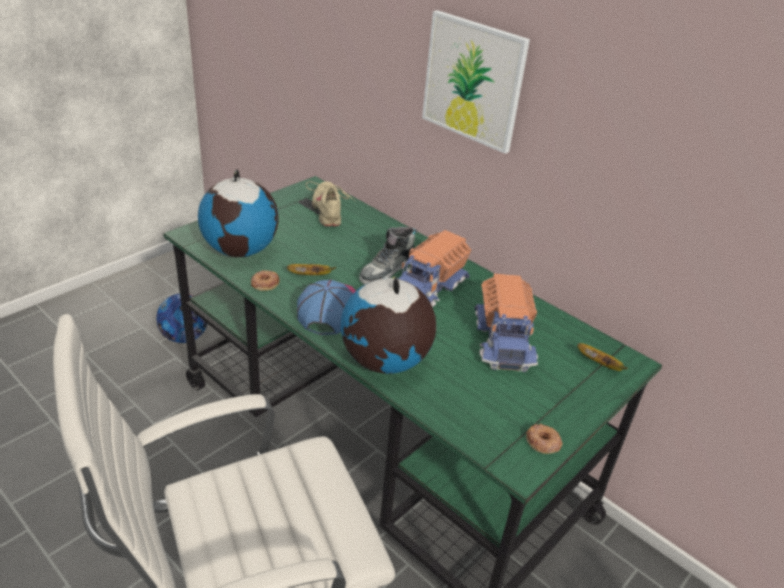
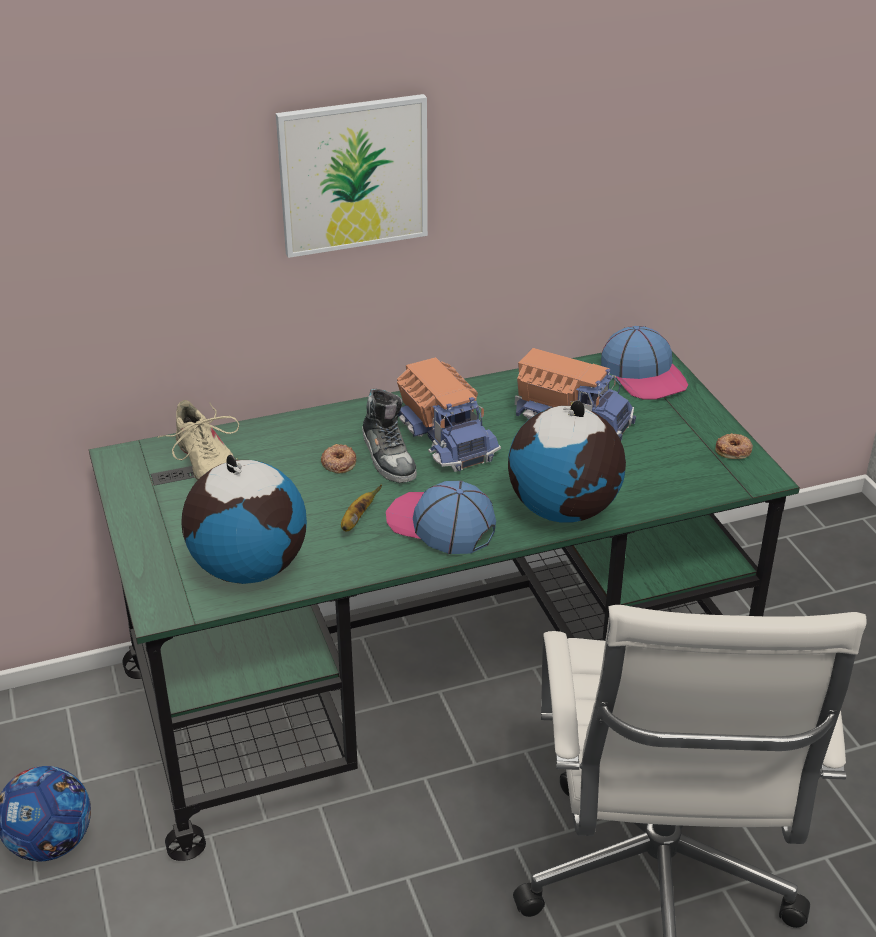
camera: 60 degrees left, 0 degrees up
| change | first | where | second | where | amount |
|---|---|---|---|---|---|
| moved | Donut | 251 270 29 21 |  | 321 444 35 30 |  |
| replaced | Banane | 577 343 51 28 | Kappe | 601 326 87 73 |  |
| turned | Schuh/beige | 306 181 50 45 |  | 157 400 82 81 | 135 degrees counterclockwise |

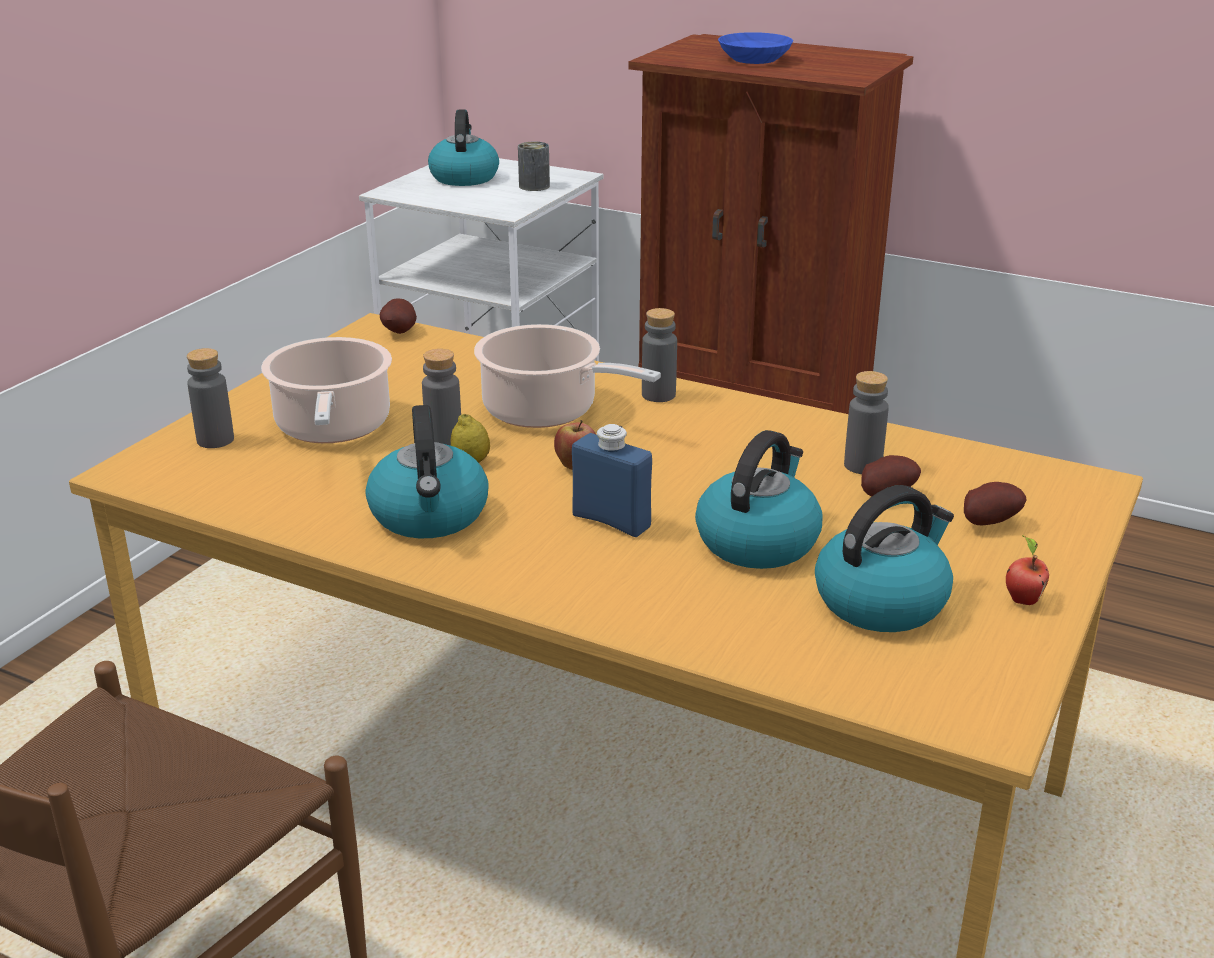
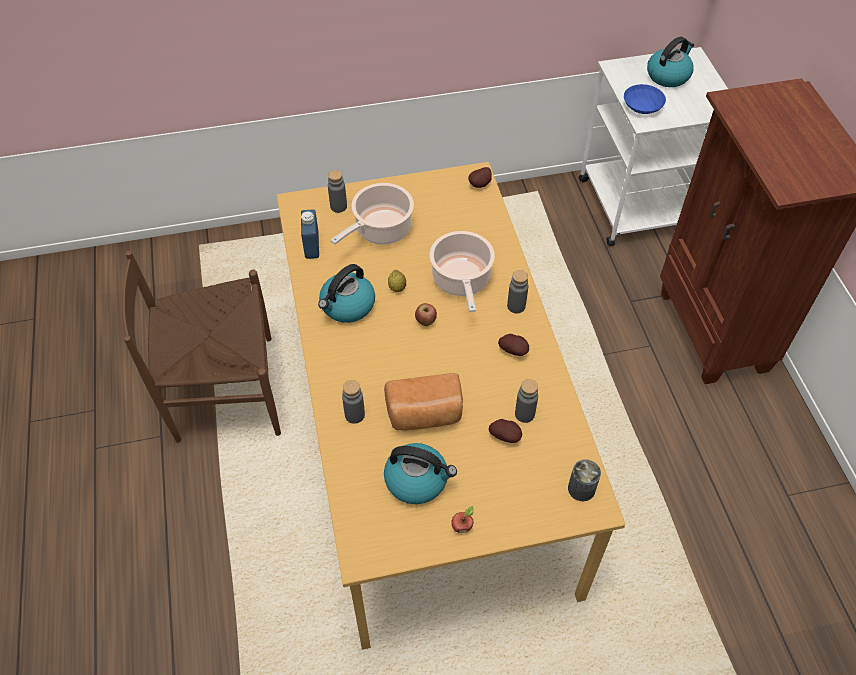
camera: 50 degrees right, 25 degrees up
| change | first | where | second | where | amount |
|---|---|---|---|---|---|
| moved | Flasche/grau | 422 349 39 97 |  | 342 380 23 44 |  |
| moved | Dose | 518 142 32 49 |  | 568 459 33 42 |  |
| moved | Flasche/blau | 572 424 80 113 |  | 301 209 18 50 |  |
| moved | Schüssel/blau | 718 32 75 32 |  | 624 84 42 30 |  |
| moved | Kartoffel | 964 482 62 44 |  | 498 334 31 22 |  |
| replaced | Wasserkessel | 695 430 127 139 | Brot | 384 373 79 57 |  |

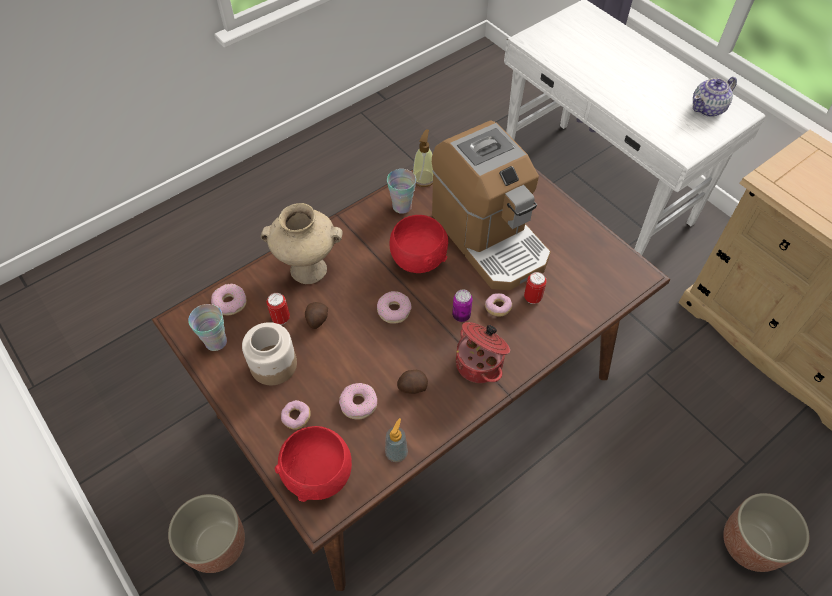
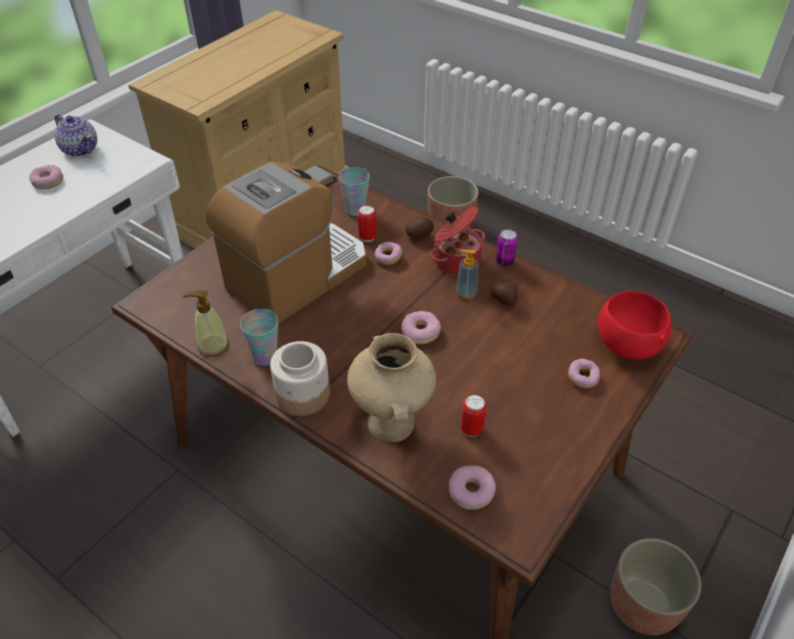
camera: 105 degrees left, 10 degrees down
| change | first | where | second | where | amount |
|---|---|---|---|---|---|
| removed | Schüssel/rot | 390 215 58 58 |  |  |  |
| moved | Tasse | 188 304 39 47 |  | 339 167 31 49 |  |
| moved | Vorratsglas | 242 322 55 63 |  | 270 341 60 75 |  |
| moved | Kartoffel | 305 302 23 27 |  | 406 216 28 22 |  |
| moved | Donut | 339 383 38 37 |  | 29 165 34 24 |  |
| moved | Seifenspender | 385 418 23 44 |  | 456 249 23 50 |  |
| moved | Dose | 452 289 21 33 |  | 496 229 22 38 |  |

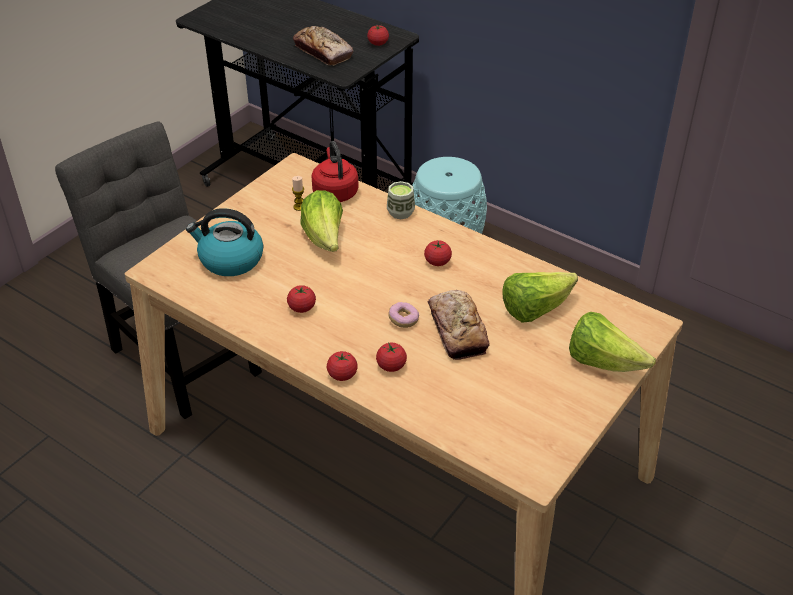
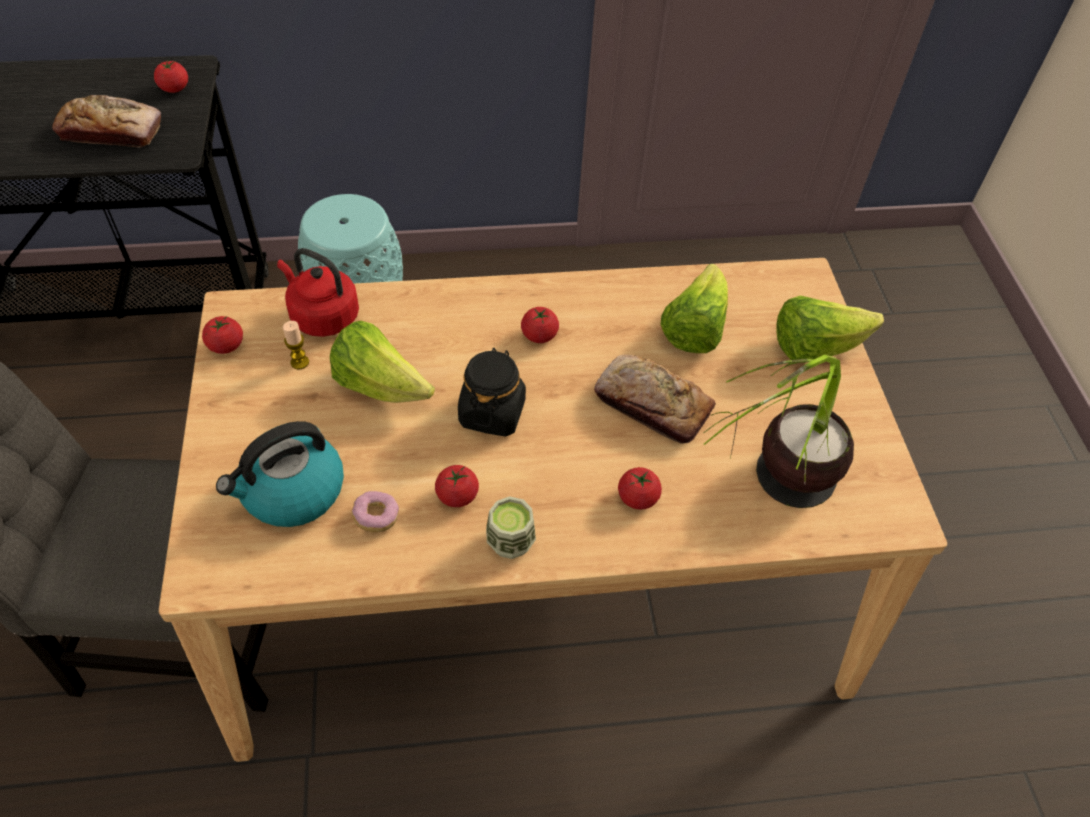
camera: 45 degrees left, 10 degrees up
| change | first | where | second | where | amount |
|---|---|---|---|---|---|
| added |  |  | Vorratsglas/schwarz | 458 348 68 89 |  |
| added |  |  | Topfpflanze | 704 355 150 153 |  |
| moved | Tomate | 327 351 31 30 |  | 202 316 41 38 |  |
| moved | Tasse | 387 181 28 39 |  | 486 496 50 63 |  |
| moved | Donut | 388 302 31 26 |  | 352 491 47 42 |  |

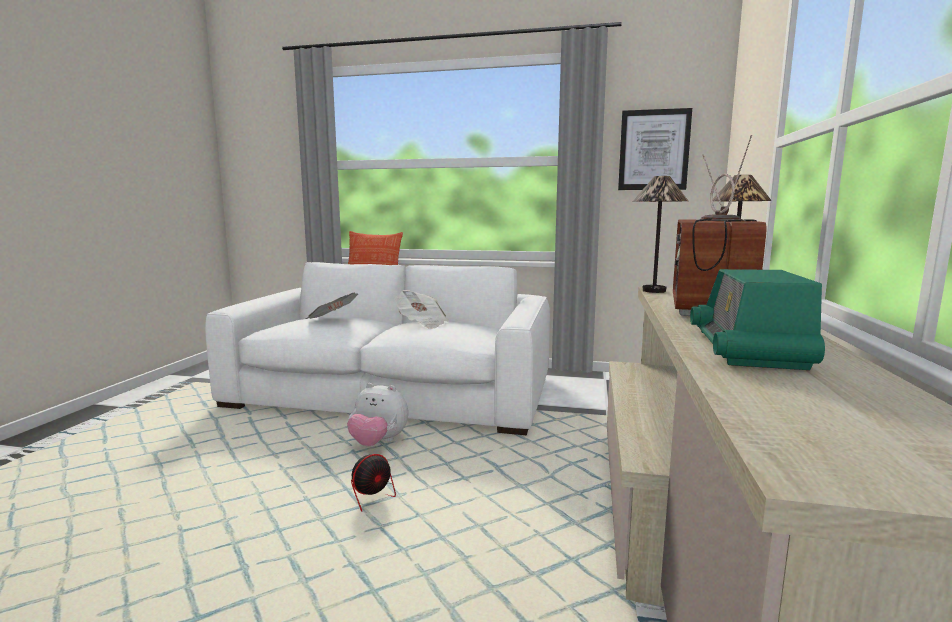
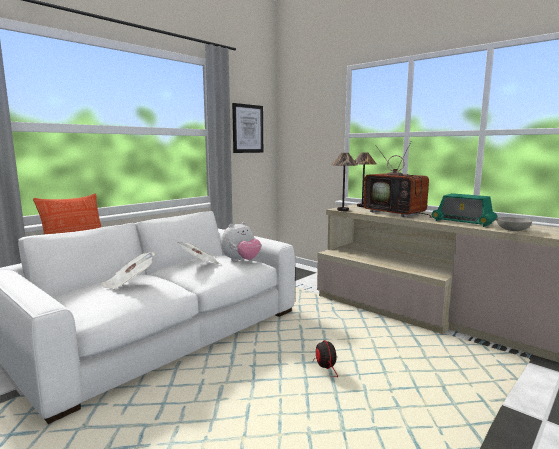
camera: 60 degrees left, 0 degrees up
| change | first | where | second | where | amount |
|---|---|---|---|---|---|
| added |  |  | Schüssel/grau | 496 217 36 14 |  |
| moved | Plüschtier | 347 383 61 63 |  | 221 222 40 39 |  |

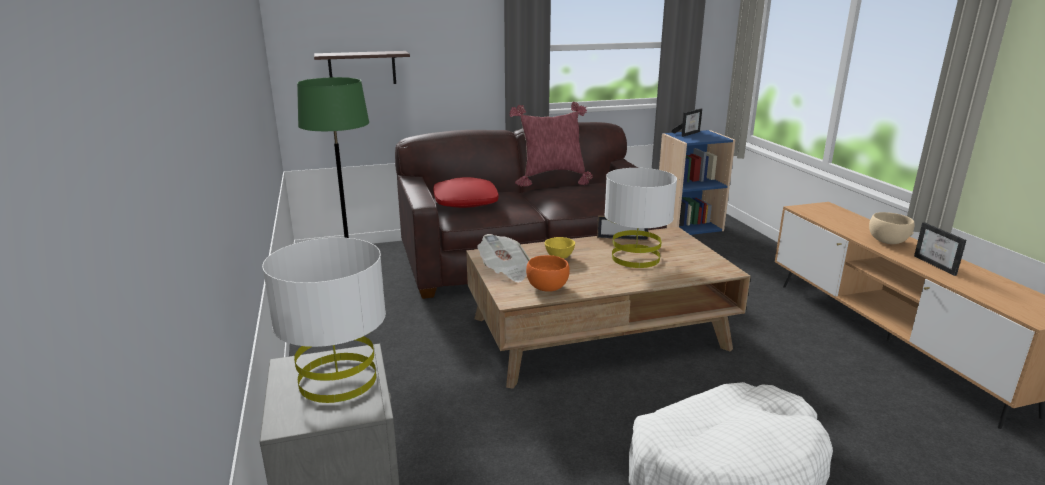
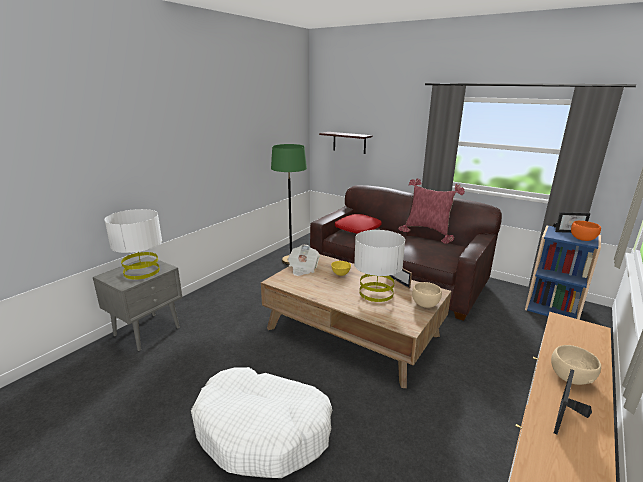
camera: 50 degrees right, 0 degrees up
| change | first | where | second | where | amount |
|---|---|---|---|---|---|
| added |  |  | Schüssel/beige | 412 282 30 26 |  |
| moved | Schüssel/orange | 526 255 44 37 |  | 571 221 30 20 |  |

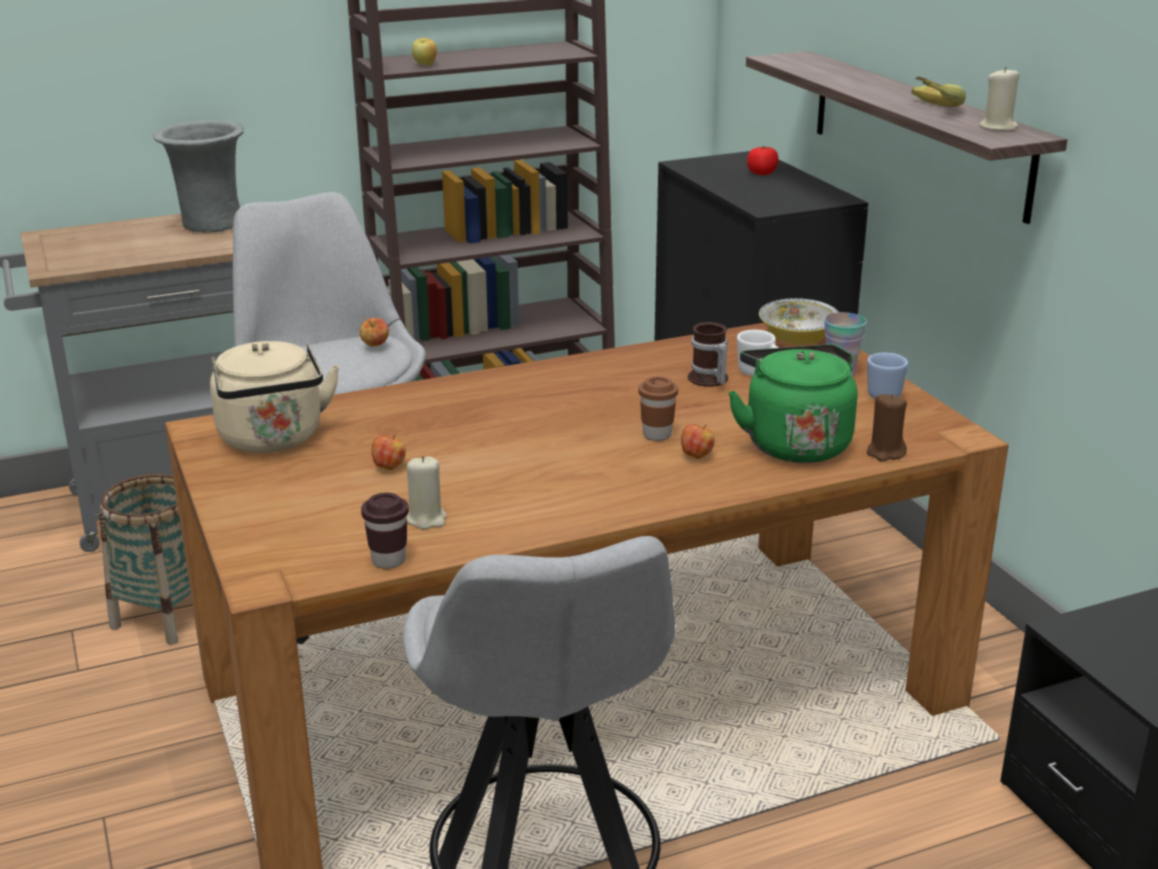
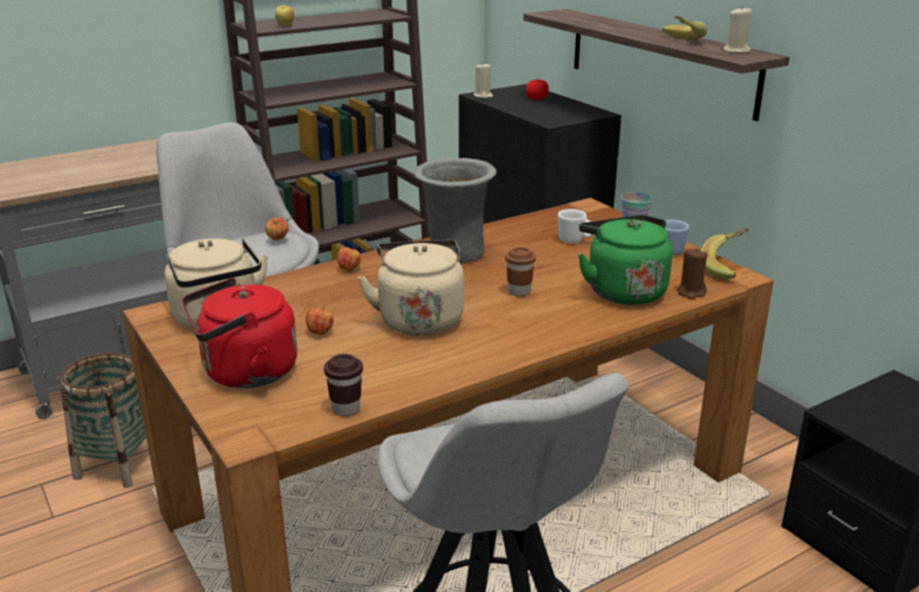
camera: 10 degrees left, 0 degrees up
| change | first | where | second | where | amount |
|---|---|---|---|---|---|
| removed | Henkelbecher | 688 322 40 65 |  |  |  |
| removed | Schüssel | 759 298 79 47 |  |  |  |
| added |  |  | Wasserkessel/rot | 182 278 115 110 |  |
| added |  |  | Wasserkessel/beige | 358 240 106 95 |  |
| added |  |  | Banane | 700 228 49 52 |  |
| moved | Vase/grau | 153 120 91 113 |  | 414 158 83 104 |  |
| moved | Kerze/beige | 407 456 40 73 |  | 474 62 19 36 |  |
| moved | Apfel | 681 424 34 35 |  | 337 247 24 24 |  |

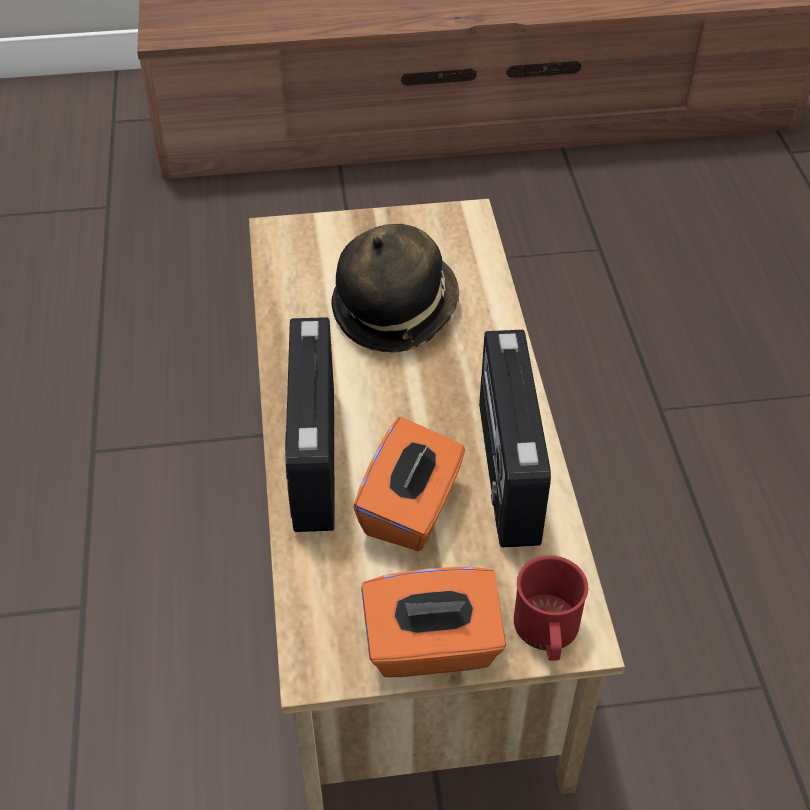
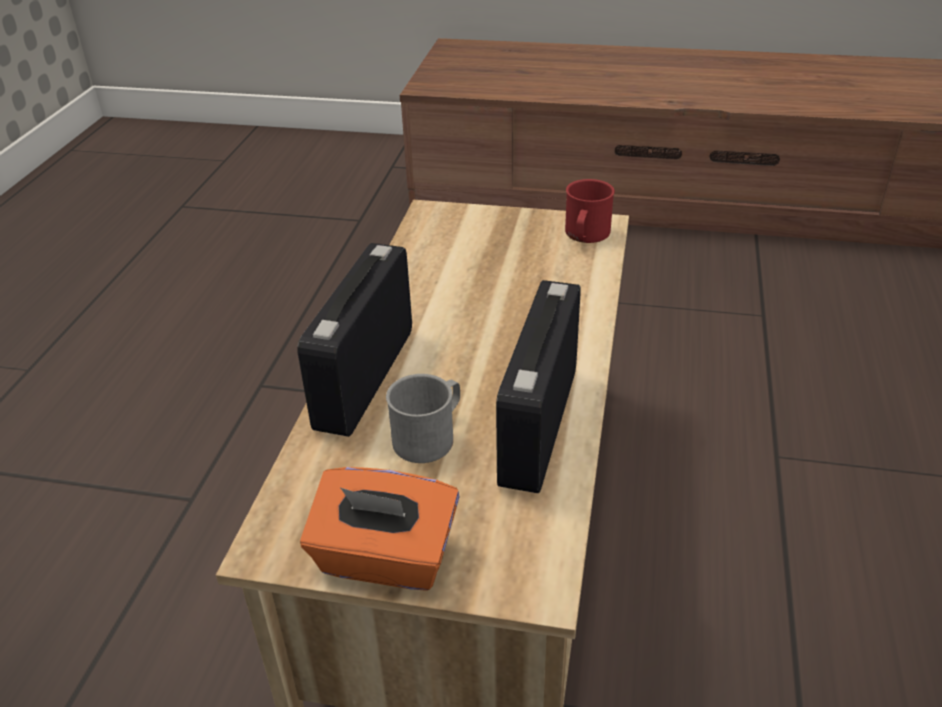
camera: 20 degrees right, 10 degrees down
| change | first | where | second | where | amount |
|---|---|---|---|---|---|
| removed | Hut | 331 224 128 129 |  |  |  |
| moved | Henkelbecher/rot | 514 555 74 105 |  | 565 179 50 64 |  |
| replaced | Taschentuchbox/orange | 353 417 112 134 | Henkelbecher/grau | 386 374 74 89 |  |

